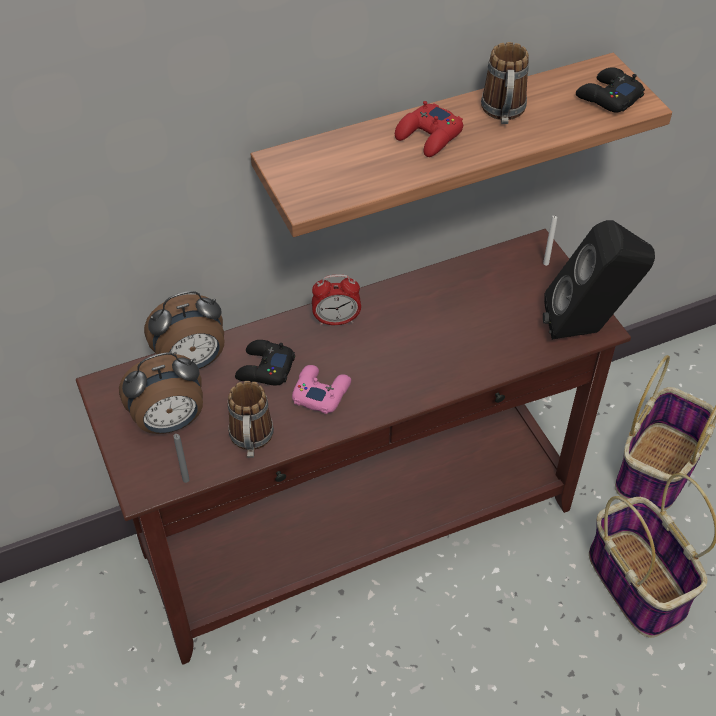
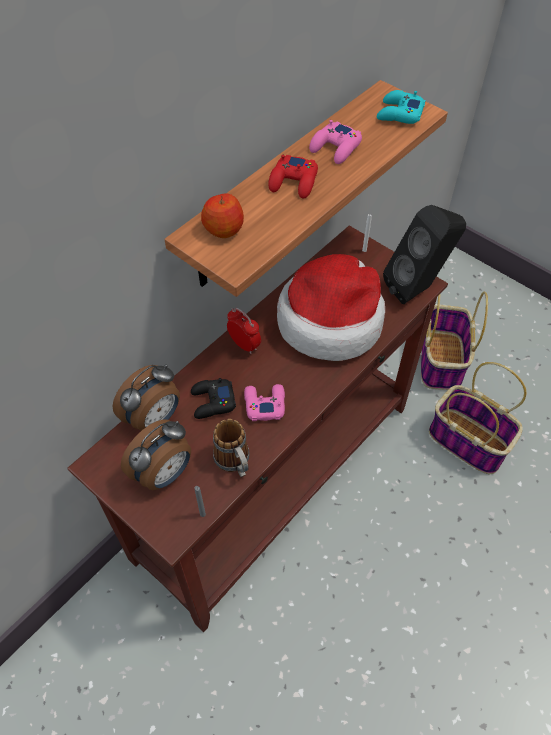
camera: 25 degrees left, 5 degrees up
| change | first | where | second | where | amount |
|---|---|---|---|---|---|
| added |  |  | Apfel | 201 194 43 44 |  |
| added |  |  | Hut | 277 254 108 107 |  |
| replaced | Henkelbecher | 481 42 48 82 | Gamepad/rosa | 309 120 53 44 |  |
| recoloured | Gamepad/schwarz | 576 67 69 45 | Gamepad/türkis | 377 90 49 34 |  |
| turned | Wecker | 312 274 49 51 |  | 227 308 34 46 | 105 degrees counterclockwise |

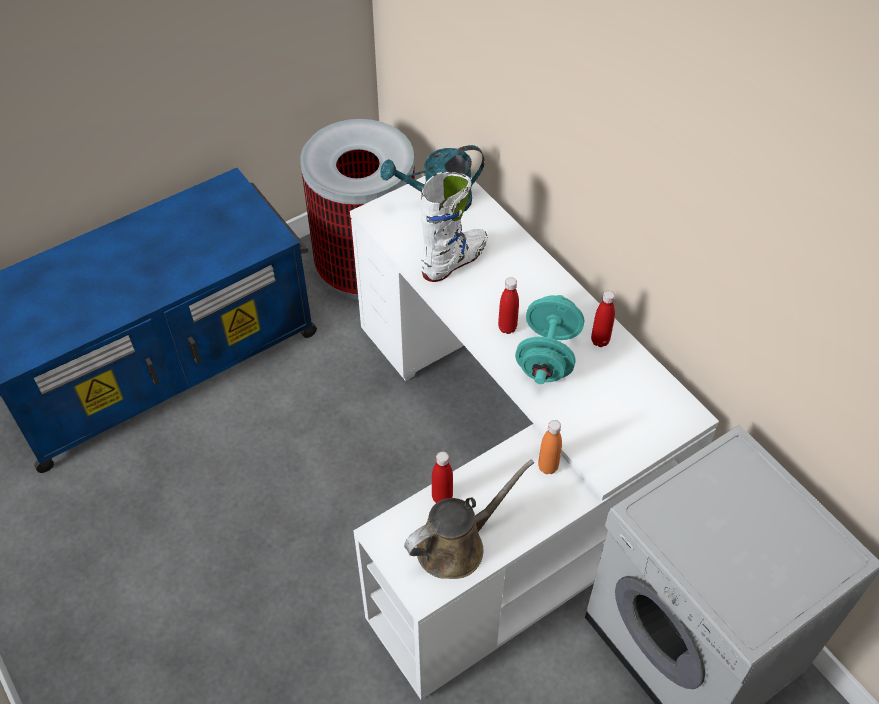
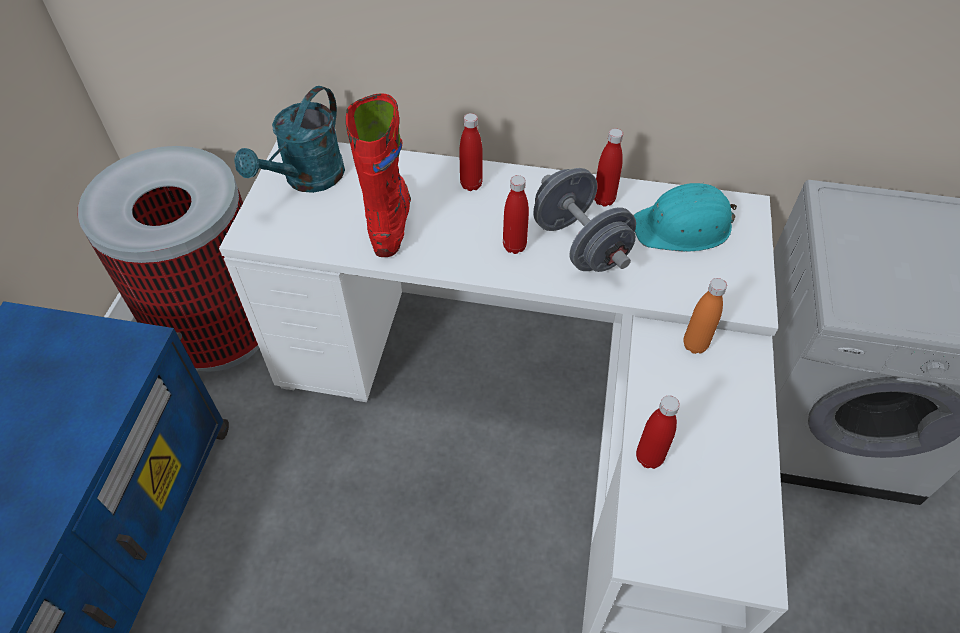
camera: 45 degrees left, 0 degrees up
| change | first | where | second | where | amount |
|---|---|---|---|---|---|
| removed | Gießkanne/braun | 404 459 130 120 |  |  |  |
| added |  |  | Flasche/rot | 459 113 24 78 |  |
| added |  |  | Schutzhelm/türkis | 633 183 104 69 |  |
| recoloured | Stiefel/weiß | 421 172 67 110 | Stiefel/rot | 346 93 65 164 |  |
| recoloured | Hantel/türkis | 515 295 70 89 | Hantel/grau | 533 168 103 104 |  |

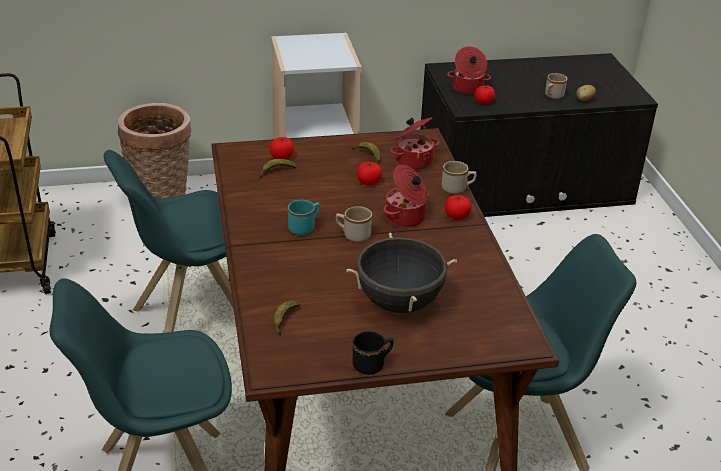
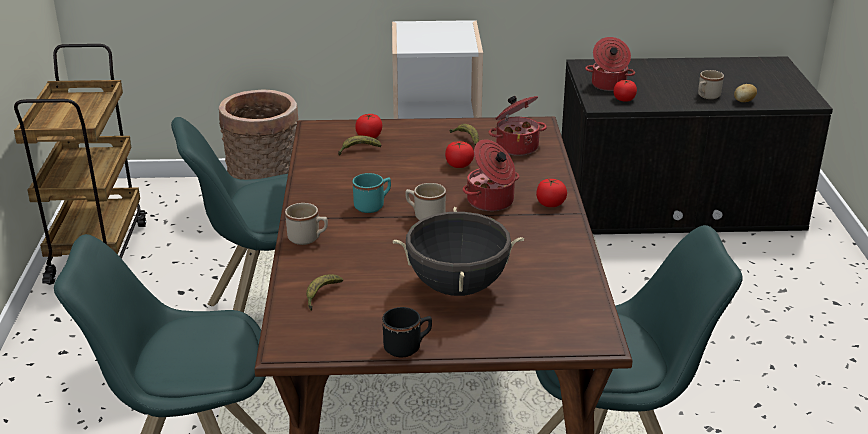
camera: 10 degrees right, 5 degrees down
| change | first | where | second | where | amount |
|---|---|---|---|---|---|
| moved | Henkelbecher/beige | 442 161 34 33 |  | 285 203 43 42 |  |

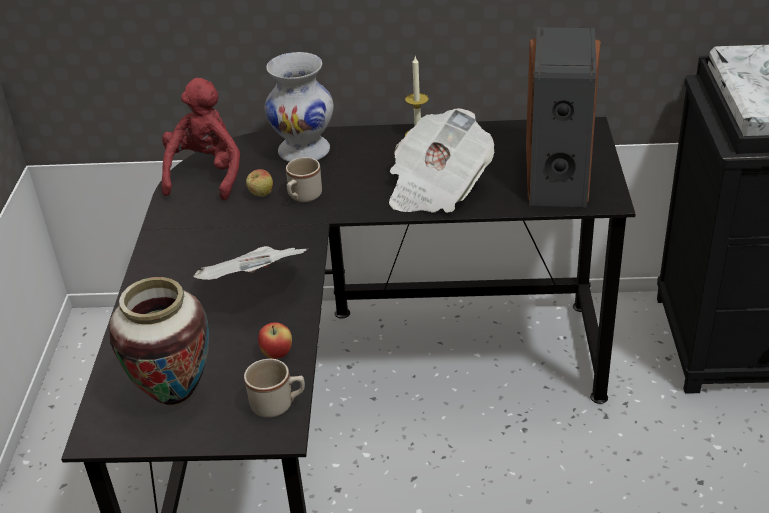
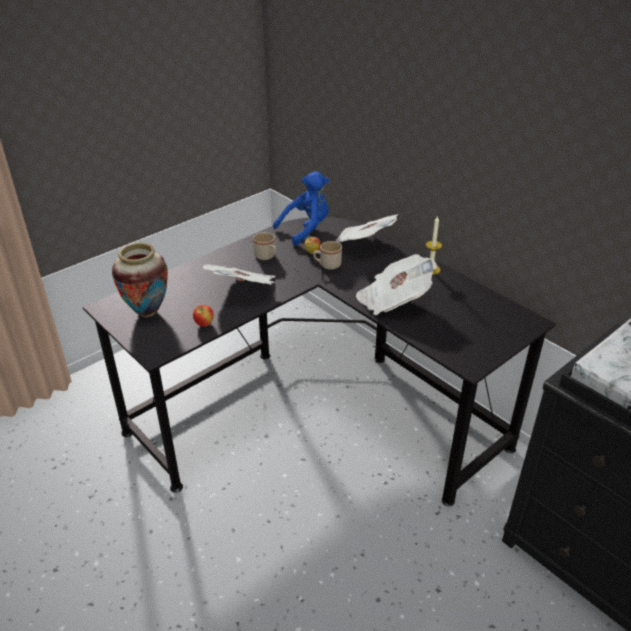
camera: 45 degrees right, 0 degrees up
| change | first | where | second | where | amount |
|---|---|---|---|---|---|
| removed | Lautsprecher | 526 27 75 181 |  |  |  |
| moved | Henkelbecher/beige | 244 359 61 59 |  | 253 232 23 28 |  |
| replaced | Vase/weiß | 265 52 69 110 | Zeitung | 336 214 63 28 |  |
| recoloured | Plüschtier/rot | 162 78 78 122 | Plüschtier/blau | 273 171 56 75 |  |

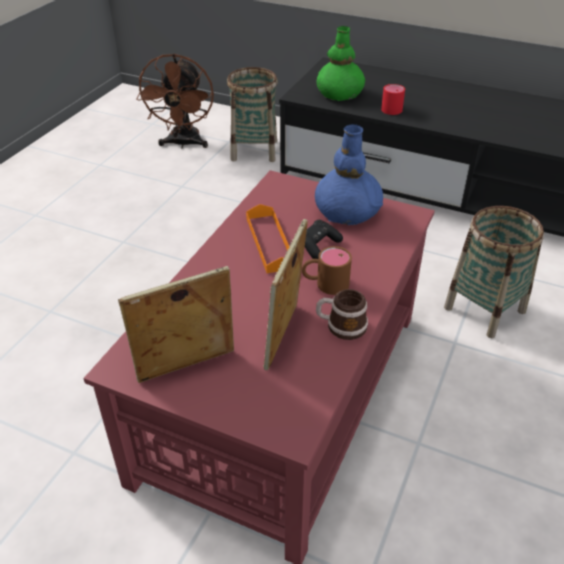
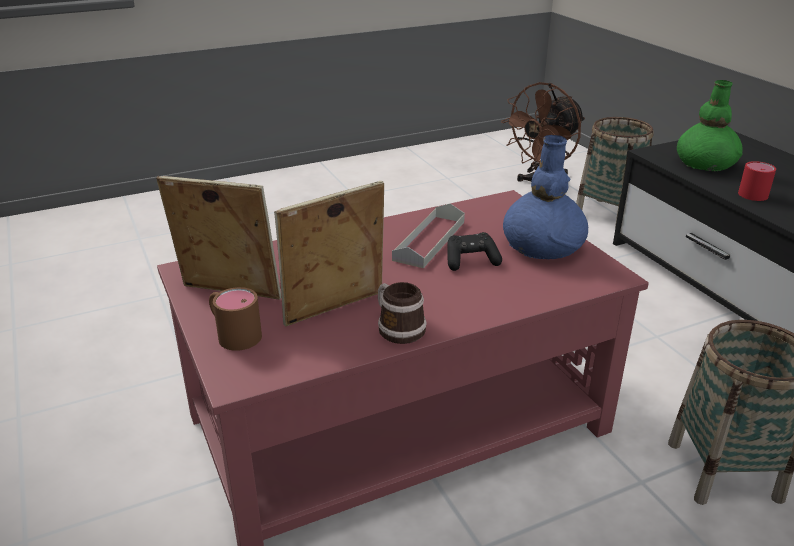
camera: 40 degrees right, 10 degrees down
| change | first | where | second | where | amount |
|---|---|---|---|---|---|
| moved | Henkelbecher/braun | 302 246 50 49 |  | 209 287 53 64 |  |
| recoloured | Tablett/orange | 246 204 43 69 | Tablett/grau | 392 203 73 65 |  |

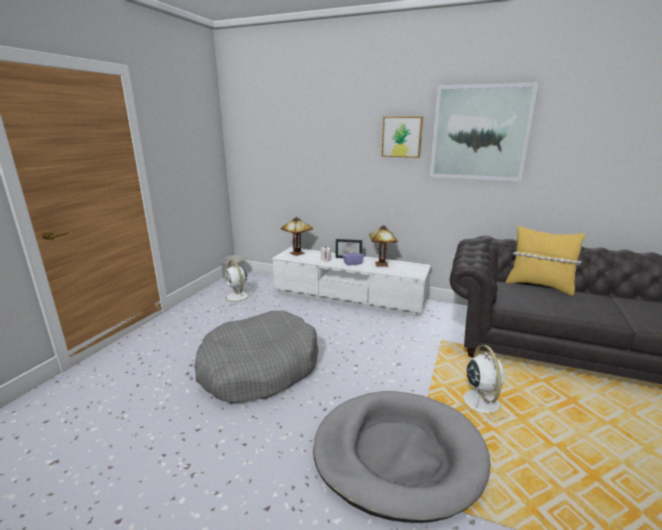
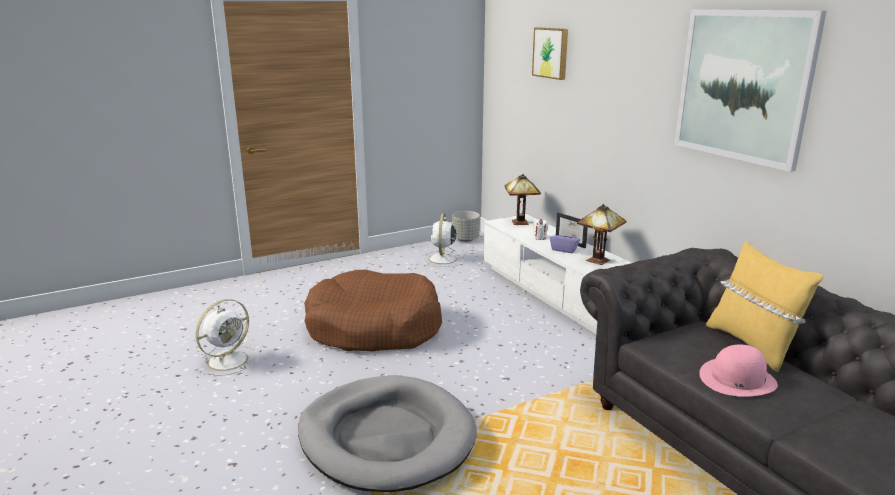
camera: 40 degrees right, 0 degrees up
| change | first | where | second | where | amount |
|---|---|---|---|---|---|
| added |  |  | Hut/rosa | 699 345 79 52 |  |
| moved | Bild | 382 117 41 41 |  | 532 28 36 52 |  |
| moved | Ventilator/weiß | 456 345 54 77 |  | 195 299 64 77 |  |
| recoloured | Hundebett/grau | 194 311 125 92 | Hundebett/braun | 304 270 138 81 |  |

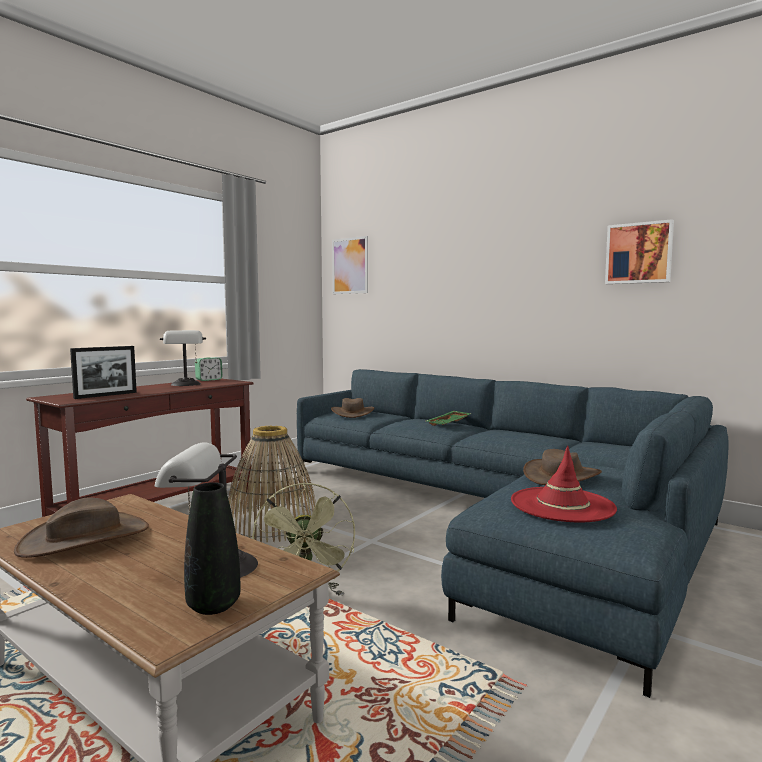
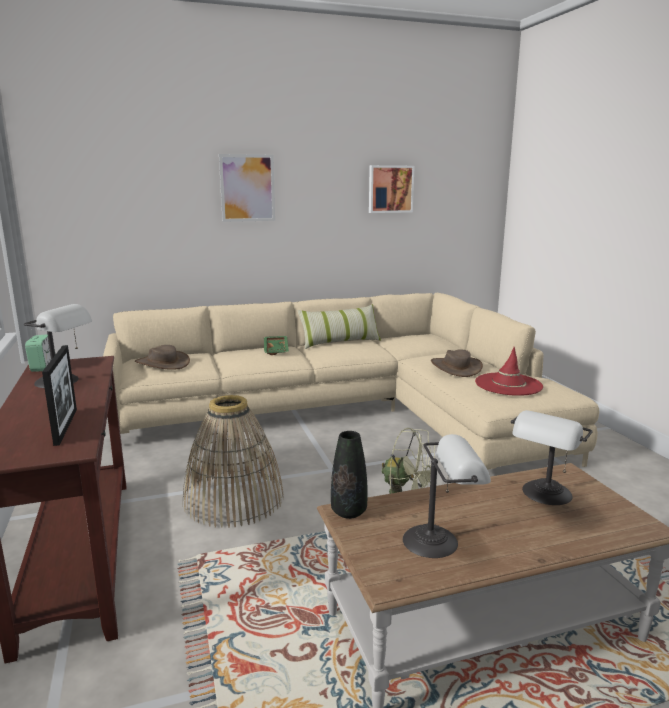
camera: 55 degrees left, 10 degrees up
| change | first | where | second | where | amount |
|---|---|---|---|---|---|
| added |  |  | Kissen | 298 304 83 45 |  |
| moved | Vase/schwarz | 184 482 56 133 |  | 331 431 37 88 |  |
| moved | Bild | 332 236 36 58 |  | 219 154 56 68 |  |
| replaced | Hut/braun | 14 498 135 60 | Tischlampe | 403 434 88 124 |  |
| recoloured | Sofa/blau | 297 369 432 329 | Sofa/beige | 103 293 497 177 |  |

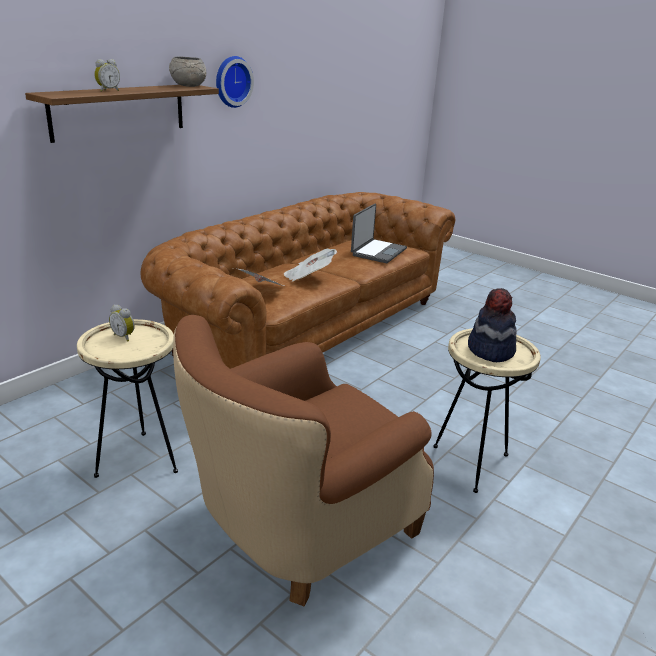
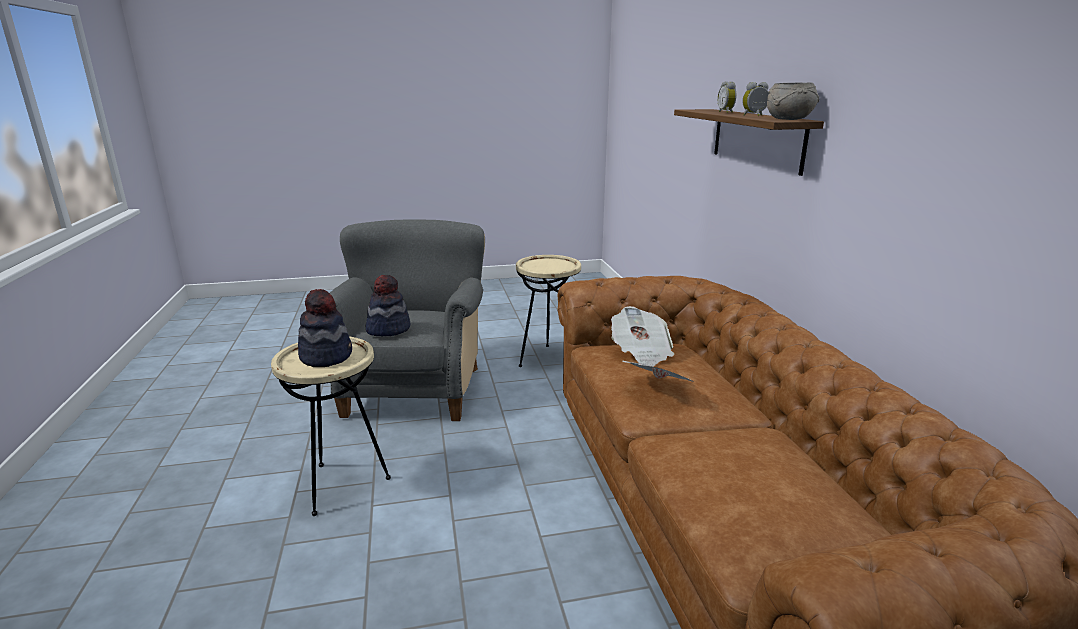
camera: 130 degrees right, 5 degrees down
| change | first | where | second | where | amount |
|---|---|---|---|---|---|
| removed | Wanduhr | 216 56 38 52 |  |  |  |
| removed | Laptop | 351 204 56 59 |  |  |  |
| added |  |  | Hut | 366 275 44 61 |  |
| moved | Wecker | 109 304 26 38 |  | 742 82 27 34 |  |
| recoloured | Sessel/braun | 173 315 261 292 | Sessel/grau | 330 220 155 201 |  |

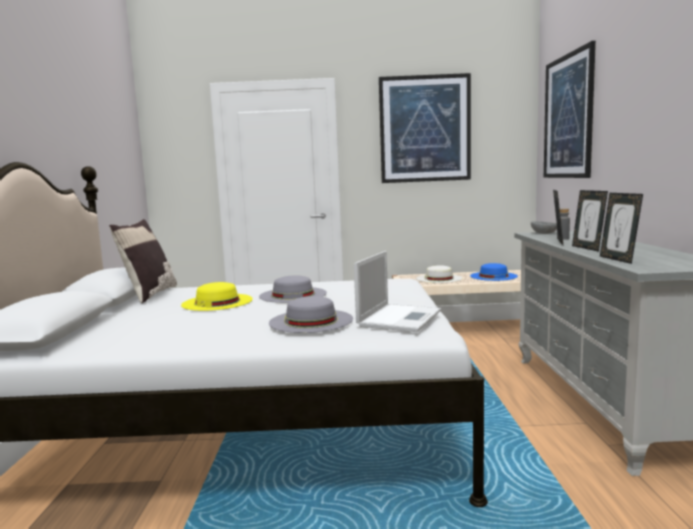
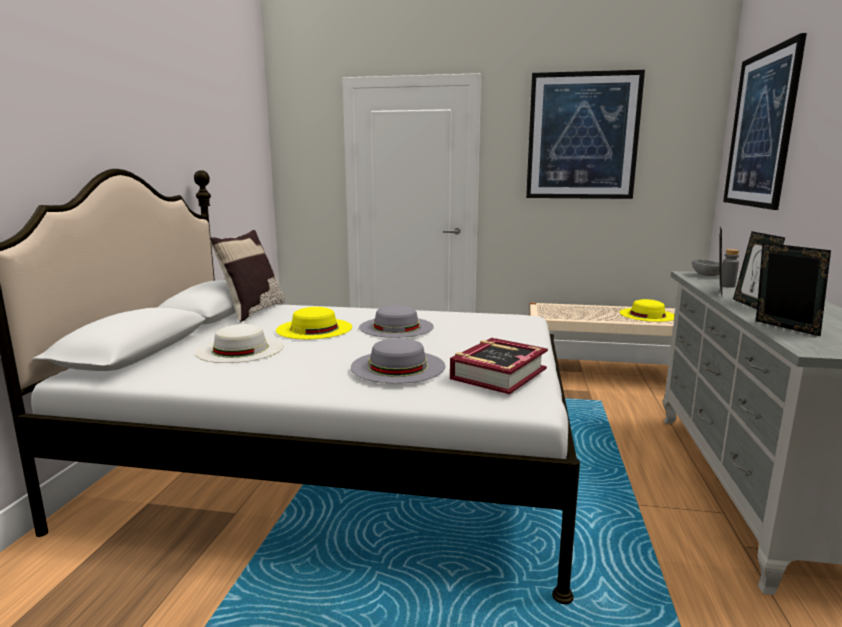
camera: 10 degrees right, 5 degrees up
| change | first | where | second | where | amount |
|---|---|---|---|---|---|
| moved | Hut/weiß | 416 265 47 18 |  | 195 324 89 39 |  |
| replaced | Laptop | 354 251 87 81 | Buch | 450 338 98 56 |  |
| recoloured | Hut/blau | 470 263 48 18 | Hut/gelb | 619 299 56 23 |  |
| turned | Bilderrahmen | 600 193 43 71 |  | 756 243 75 93 | 150 degrees clockwise |

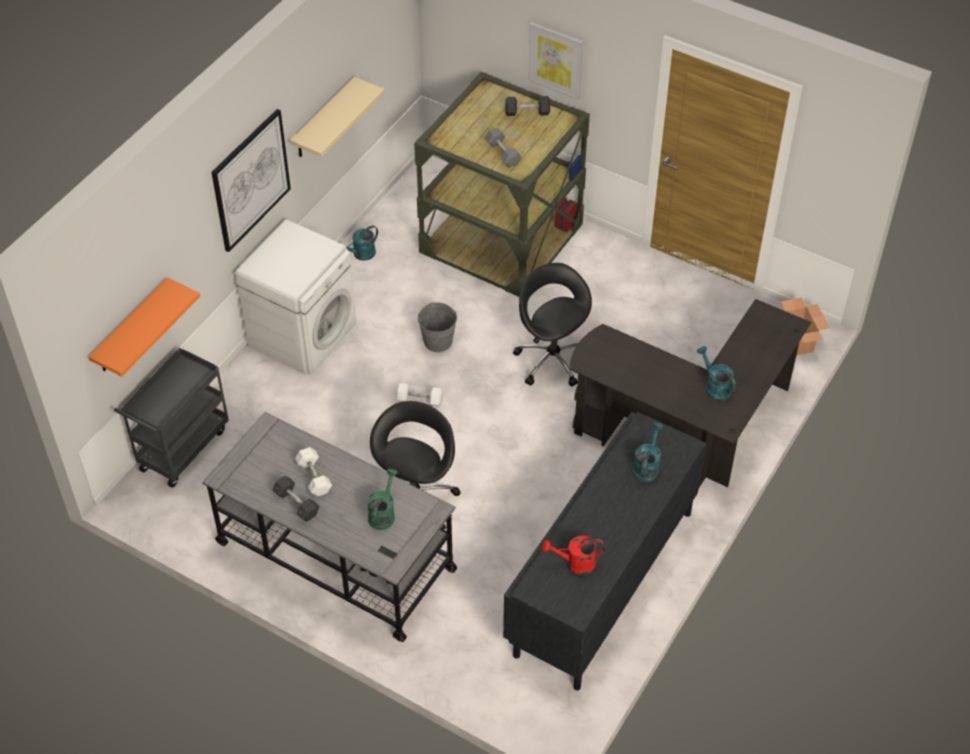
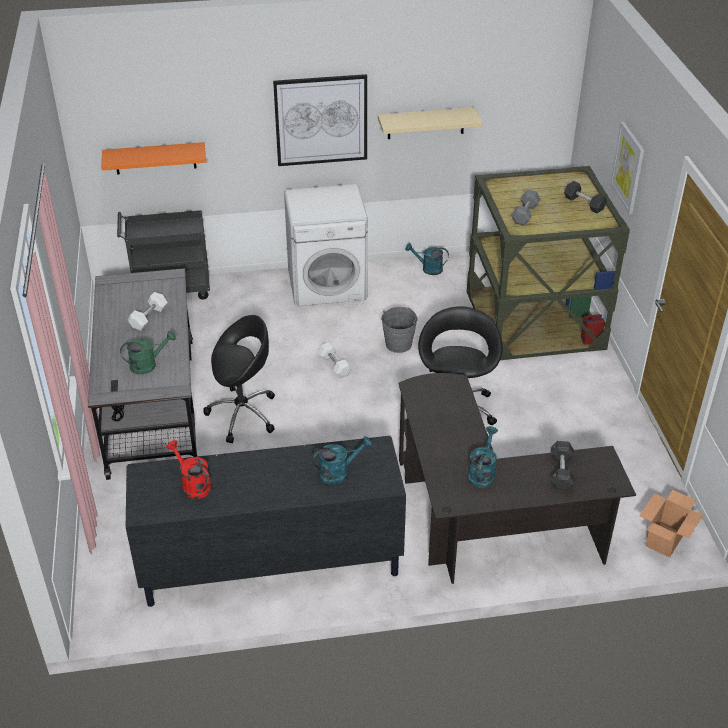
camera: 50 degrees right, 10 degrees down
| change | first | where | second | where | amount |
|---|---|---|---|---|---|
| moved | Hantel/grau | 272 476 48 45 |  | 551 441 24 49 |  |

